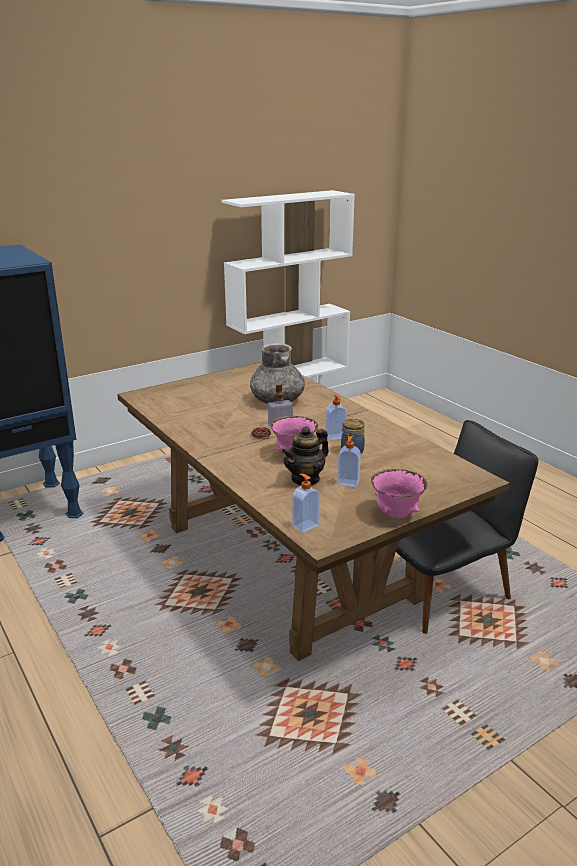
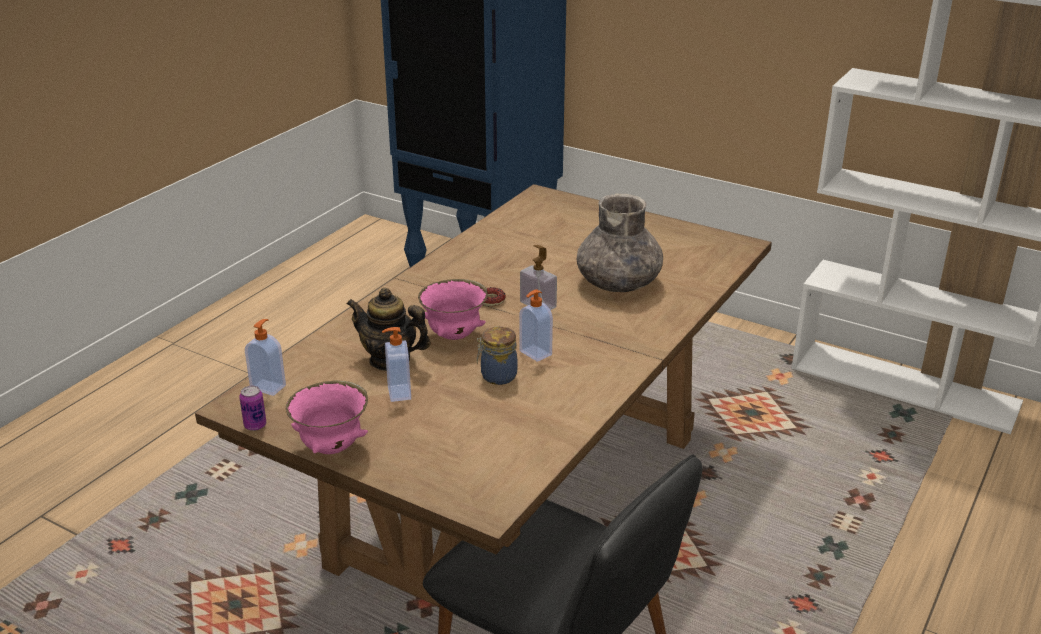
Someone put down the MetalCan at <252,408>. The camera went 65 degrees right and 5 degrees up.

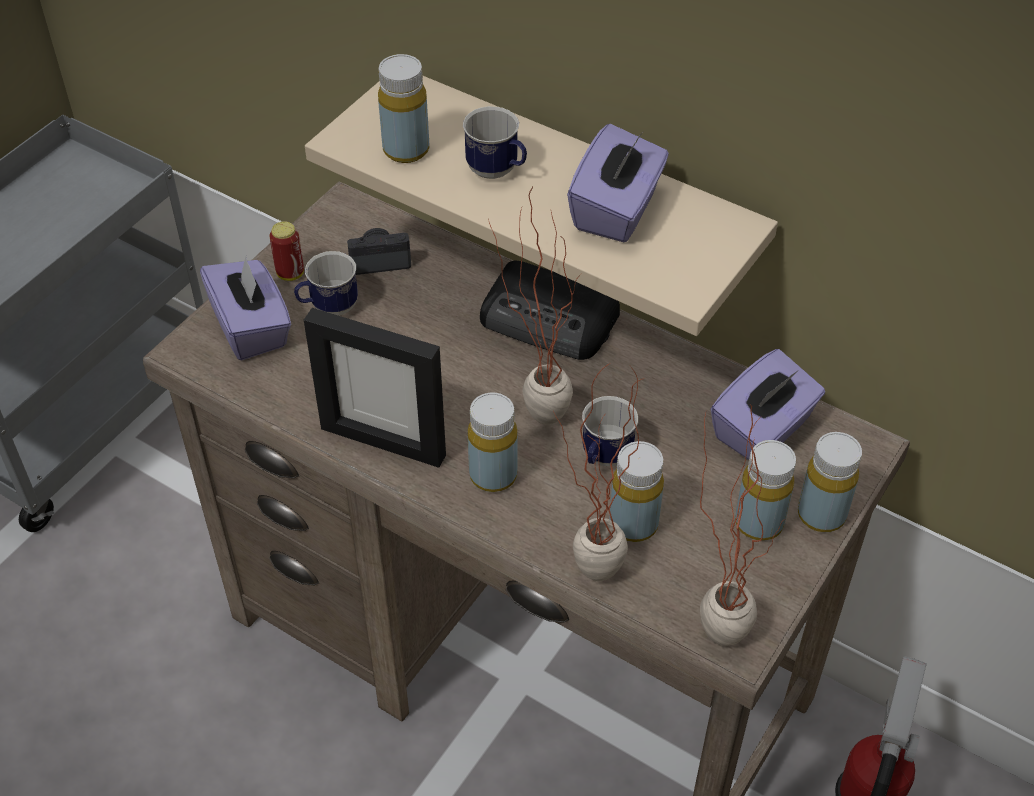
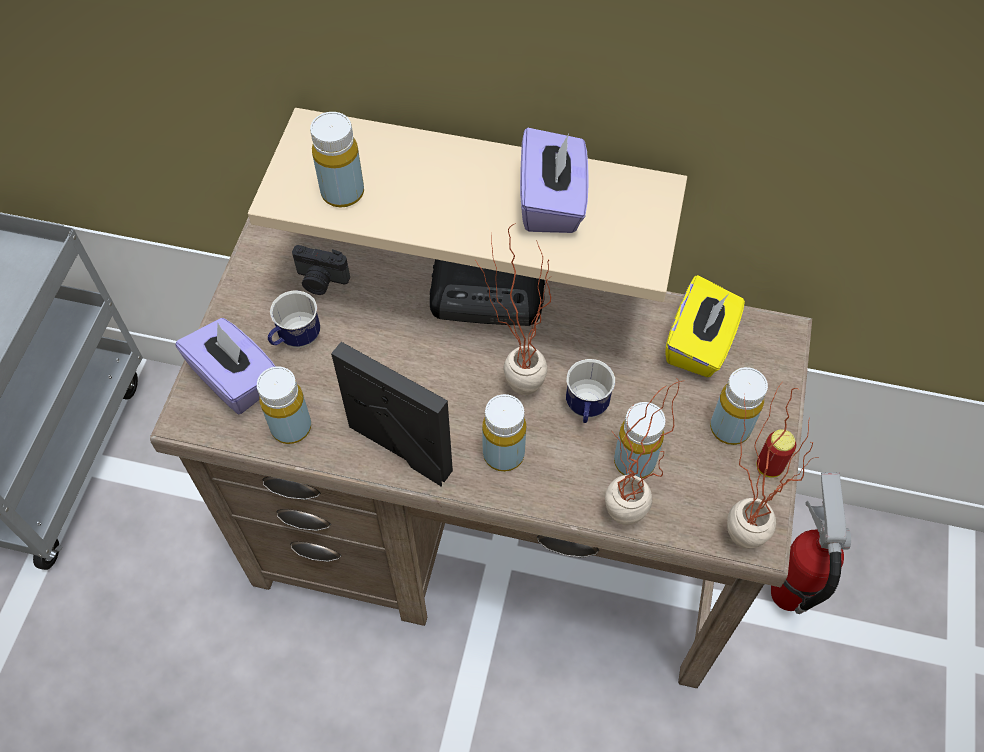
Someone carried the YellowColouredBottle from <830,482> to <284,405>. Someone rotated the StillCamera at <379,251> by 135 degrees counterclockwise. Someone rotated the PictureFrame at <375,388> by 150 degrees counterclockwise. Someone repainted the PurpleColouredTissueBox at <768,404>, which became the YellowColouredTissueBox at <705,326>. Someone carried the MetalCan from <286,251> to <776,453>. Someone took away the CoffeeMug at <495,142>. The camera went 20 degrees left and 10 degrees up.

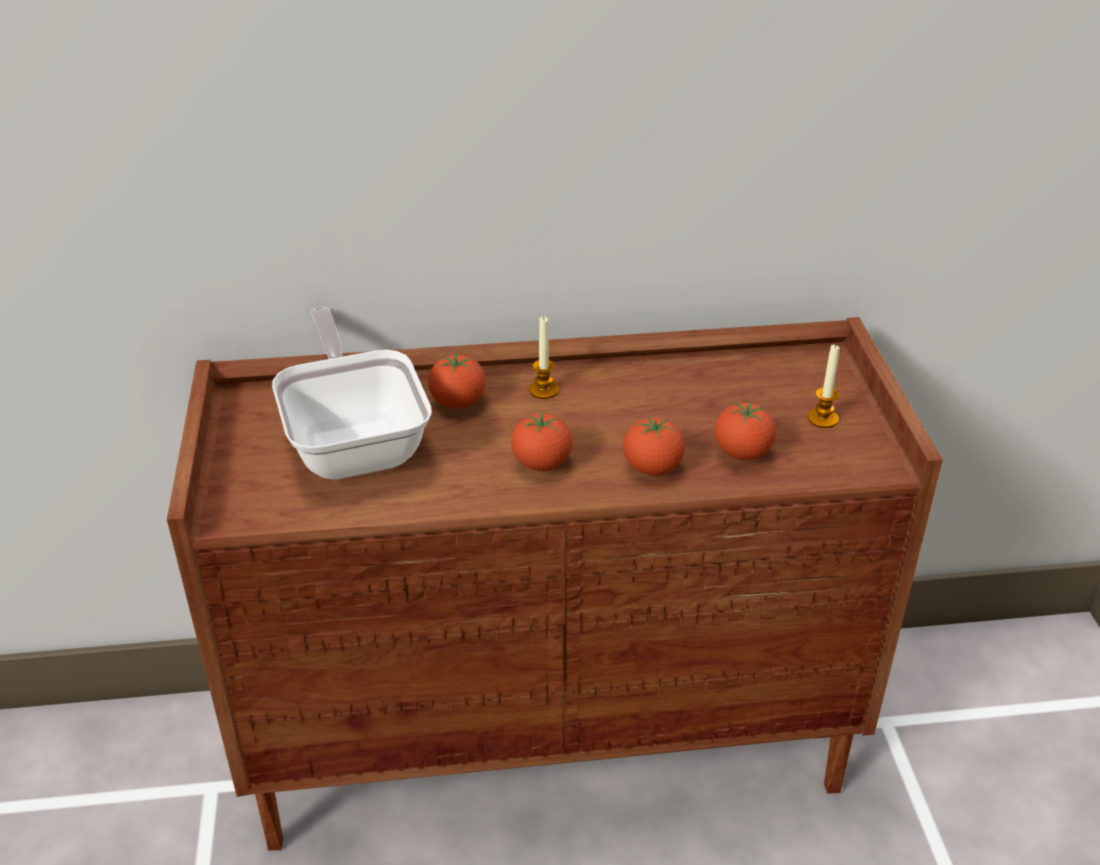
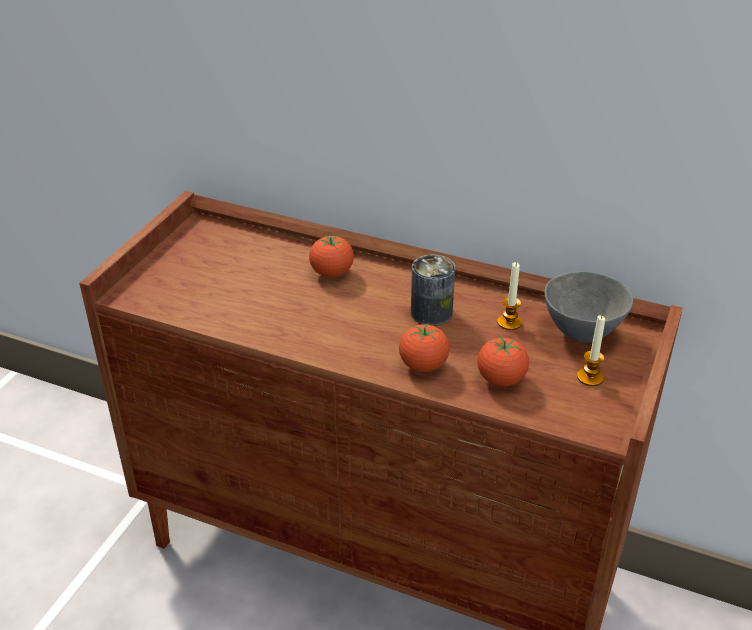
Someone put down the MetalCan at <433,290>. Someone carried the WaxLight from <544,357> to <509,296>. Someone put down the GrayBowl at <589,307>. Someone took away the Skillet at <352,393>. Someone took away the WholeTomato at <542,441>. The camera went 30 degrees right and 0 degrees up.

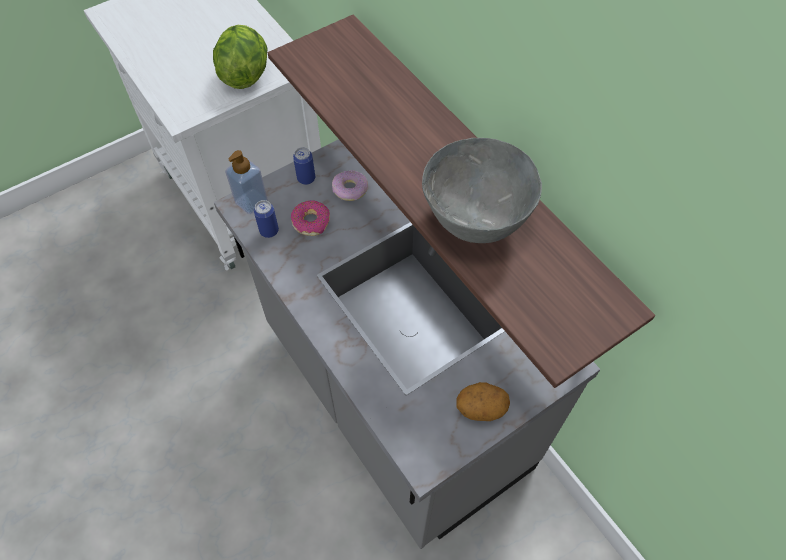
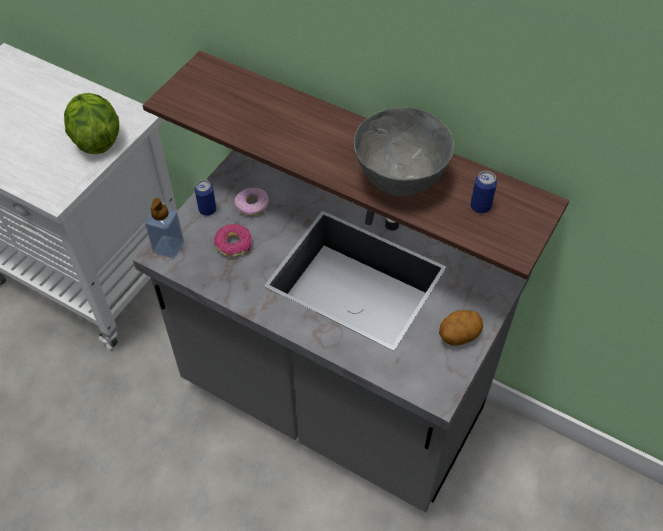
Someone carried the MetalCan from <266,219> to <483,192>. The camera went 25 degrees left and 5 degrees down.

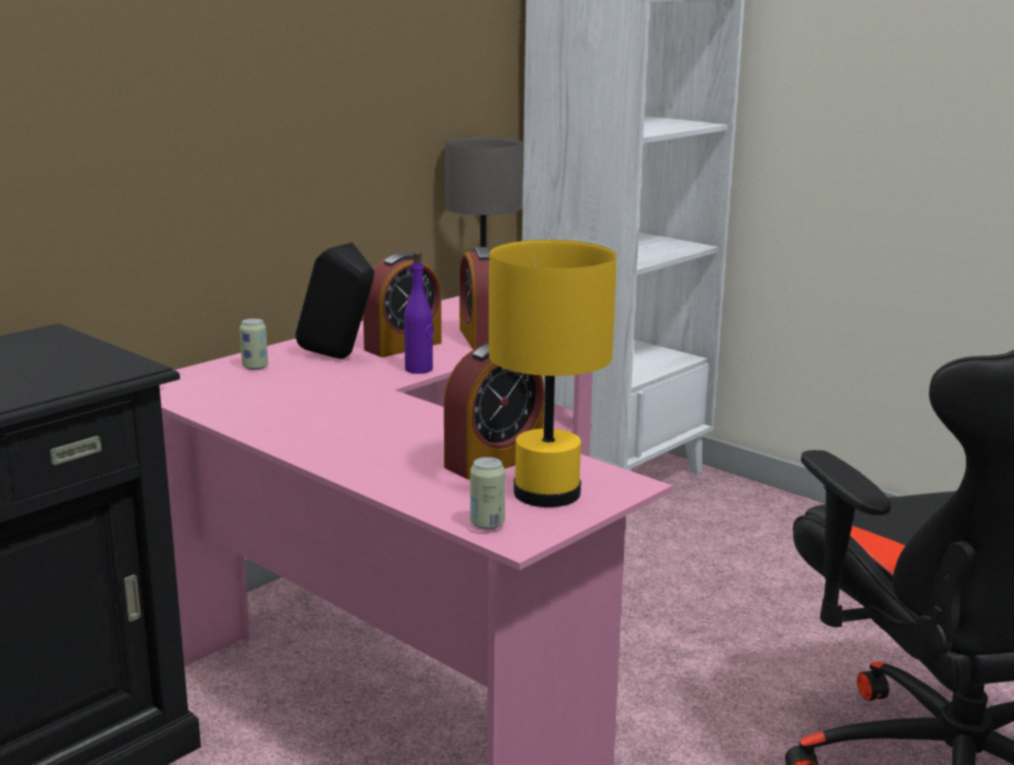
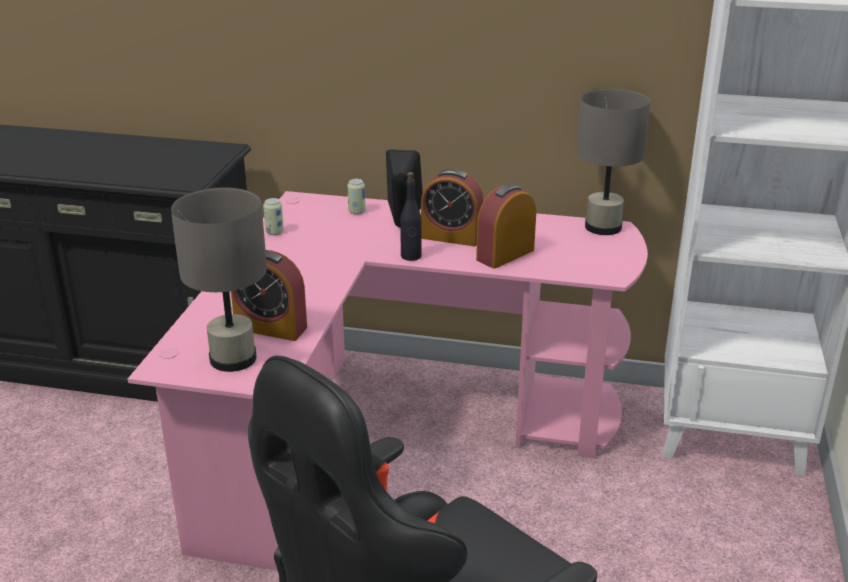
Someone repainted the YellowColouredTabletopLamp at <552,373>, which became the GrayTabletopLamp at <219,279>. Someone carried the MetalCan from <487,493> to <273,216>. Someone repainted the PurpleColouredBottle at <419,313>, which became the BlackColouredBottle at <411,216>. The camera went 60 degrees right and 10 degrees up.

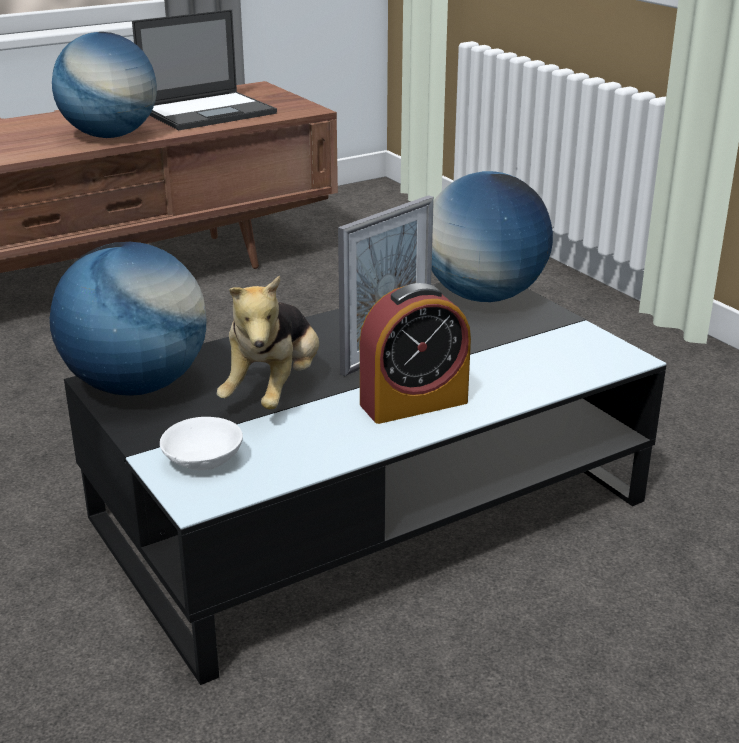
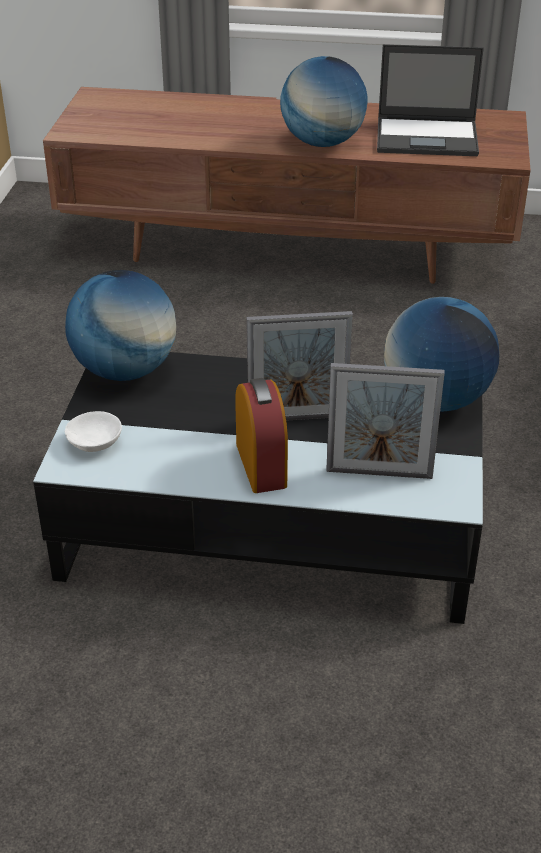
Someone rotated the TableClock at <415,353> by 120 degrees counterclockwise. Someone put down the PictureFrame at <385,421>. Someone took away the CuddlyToy at <268,342>. The camera went 40 degrees right and 10 degrees up.

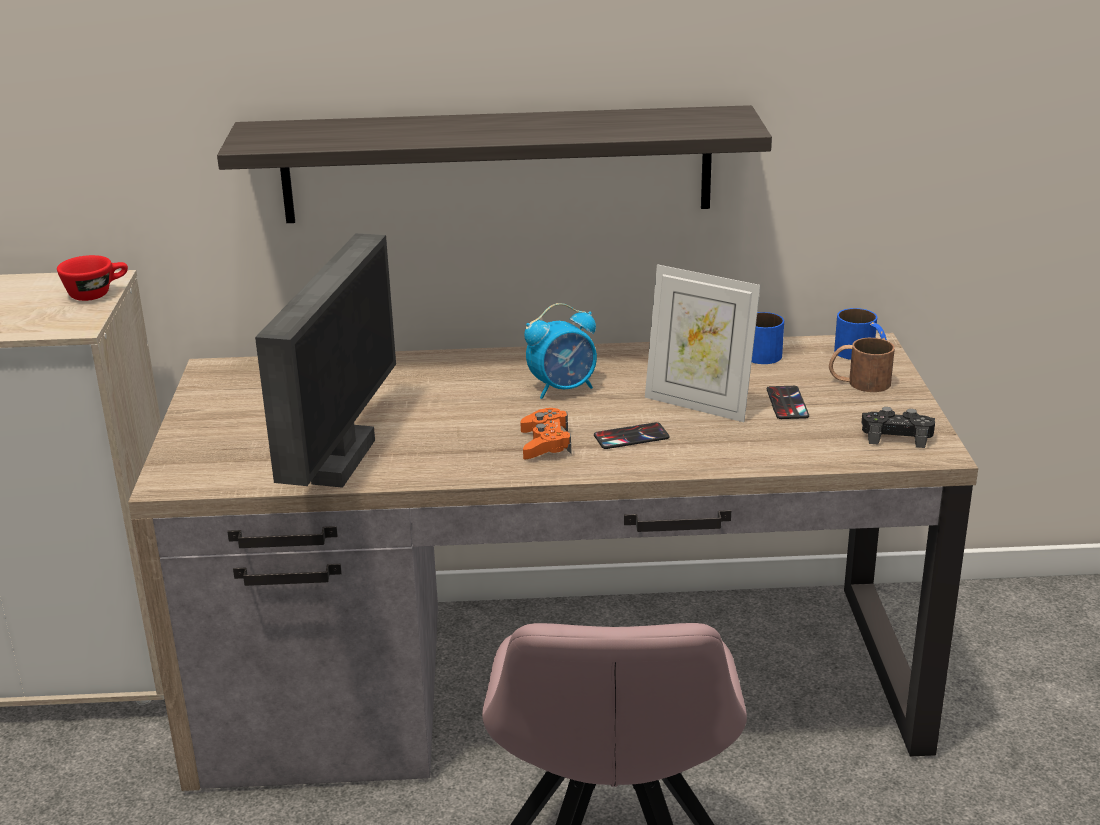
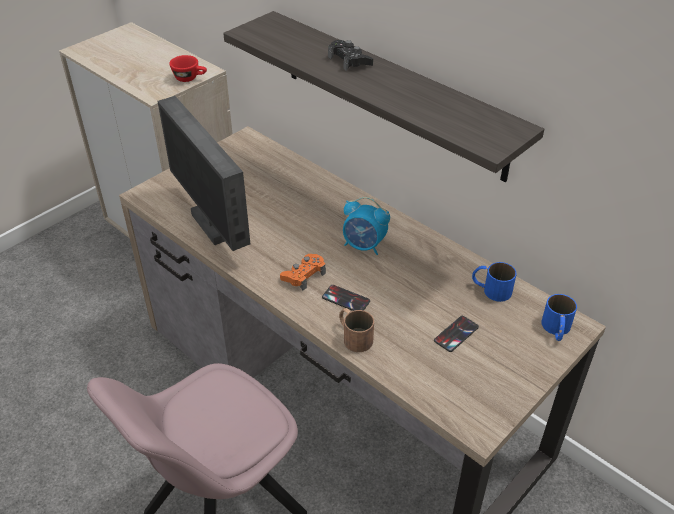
Someone rotated the Monitor at <325,360> by 90 degrees clockwise. Someone carried the BlackColouredGameController from <898,427> to <350,55>. Someone carried the BrownCoffeeMug from <862,365> to <356,330>. Someone took away the PictureFrame at <703,343>. The camera went 45 degrees right and 15 degrees up.

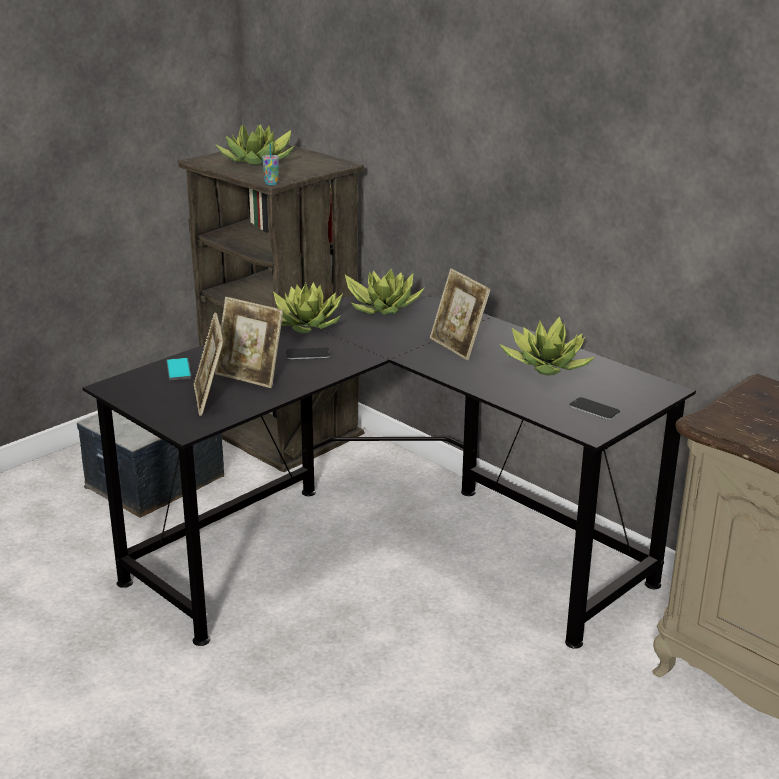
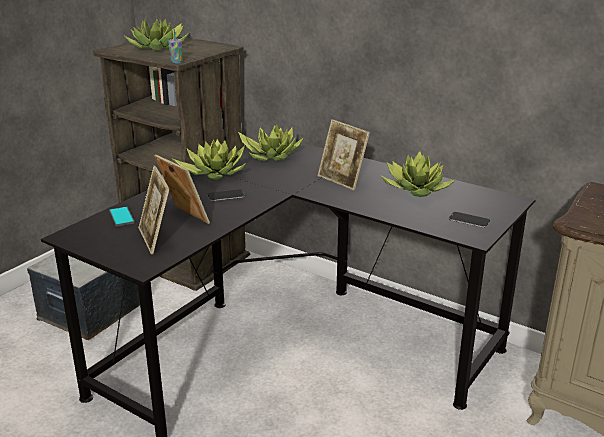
Someone rotated the PictureFrame at <249,342> by 150 degrees counterclockwise. The camera went 10 degrees left and 0 degrees up.

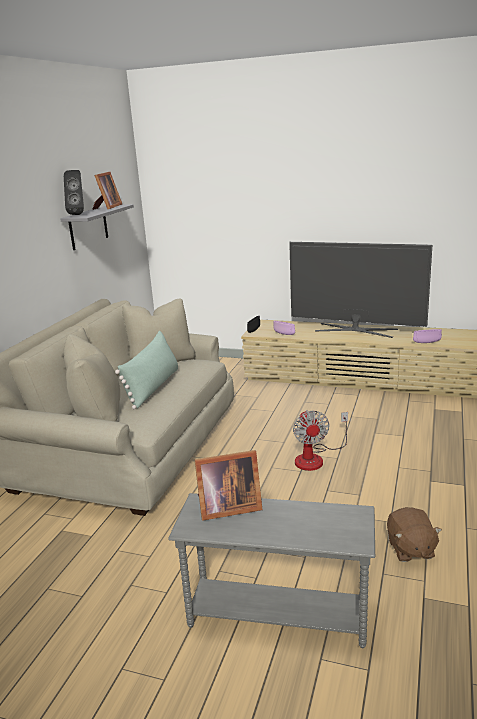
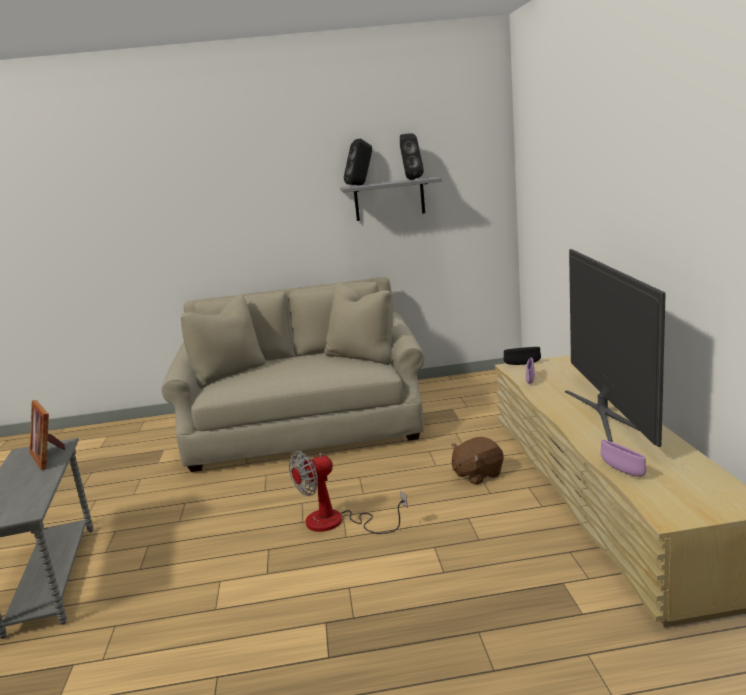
Someone swapped the PictureFrame at <107,191> for the BlackColouredAudioSpeaker at <412,156>. Someone carried the BrownCuddlyToy from <414,534> to <477,461>. Someone took away the GreenThrowPillow at <146,370>. The camera went 65 degrees right and 5 degrees down.

